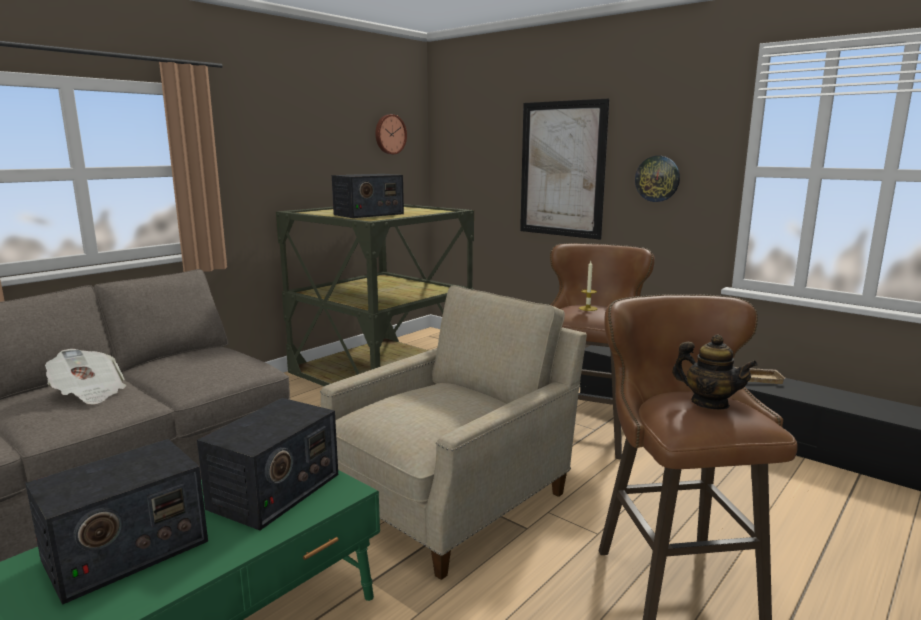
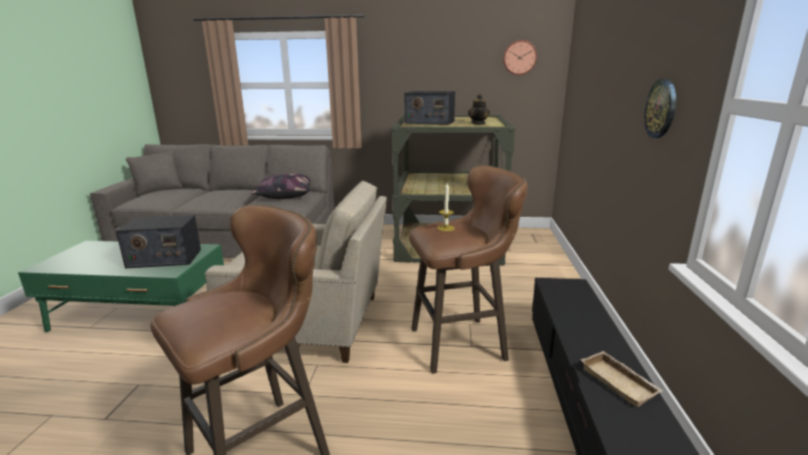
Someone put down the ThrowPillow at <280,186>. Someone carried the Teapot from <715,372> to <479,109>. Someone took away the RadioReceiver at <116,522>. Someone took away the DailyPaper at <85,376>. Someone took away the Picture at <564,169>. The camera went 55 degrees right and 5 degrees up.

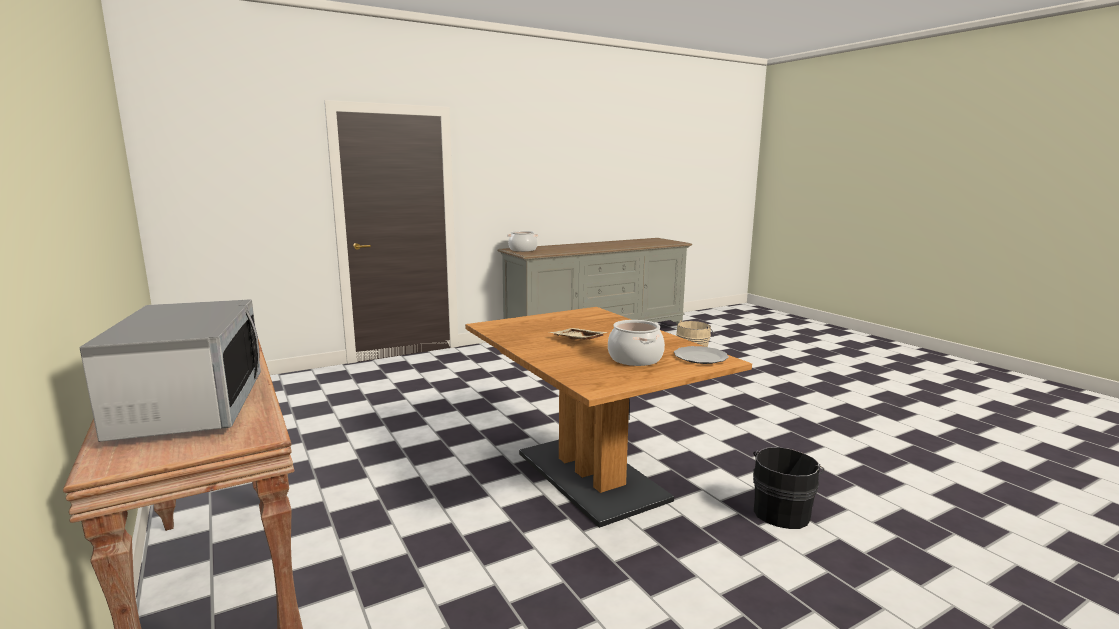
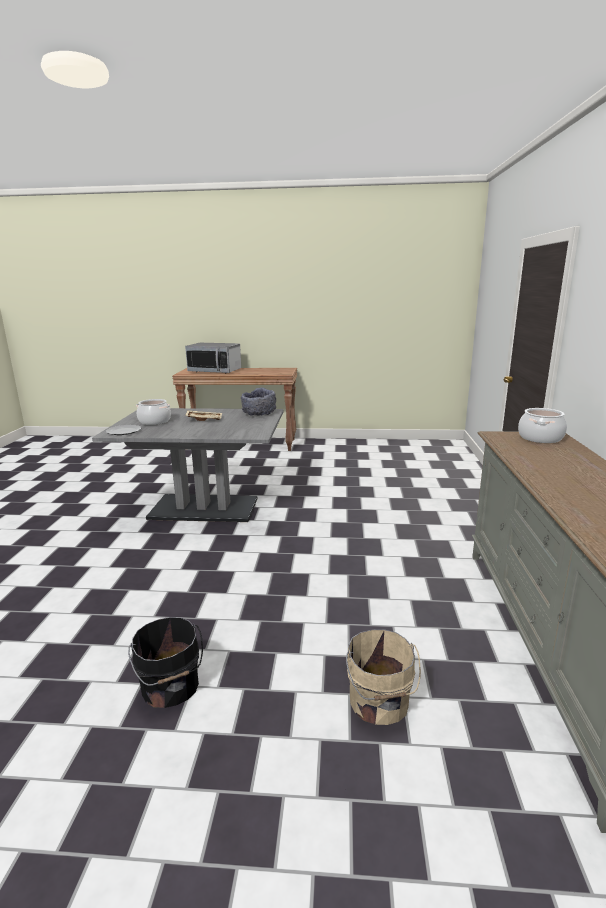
Someone repainted the BrownKitchenTable at <608,417>, which became the GrayKitchenTable at <188,465>. Someone carried the BlackColouredPail from <788,488> to <165,662>. Someone put down the GrayBowl at <258,402>. The camera went 125 degrees right and 5 degrees up.

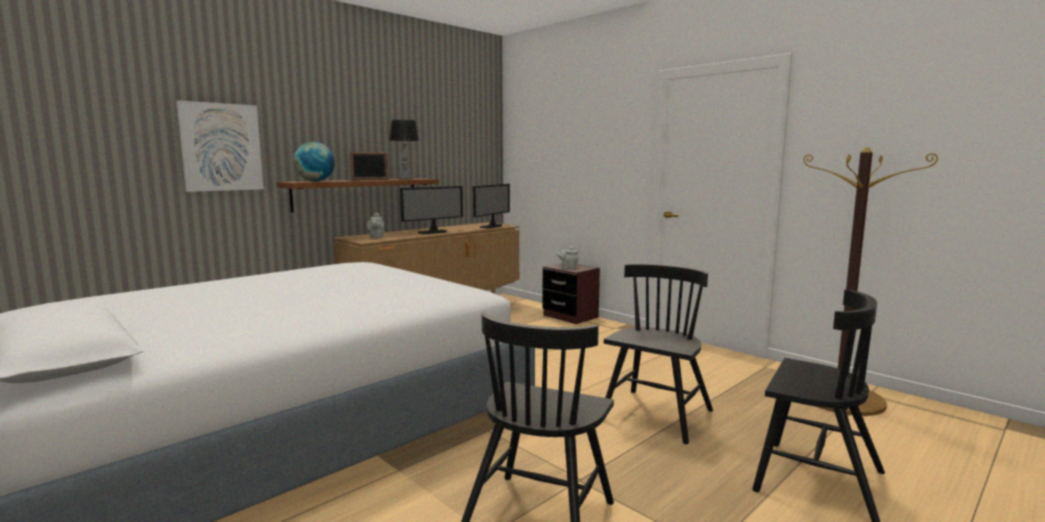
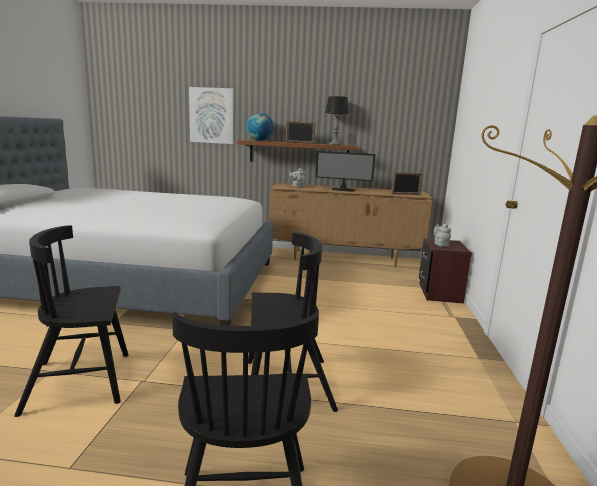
Someone swapped the Monitor at <491,206> for the PictureFrame at <407,183>. The camera went 50 degrees right and 5 degrees up.

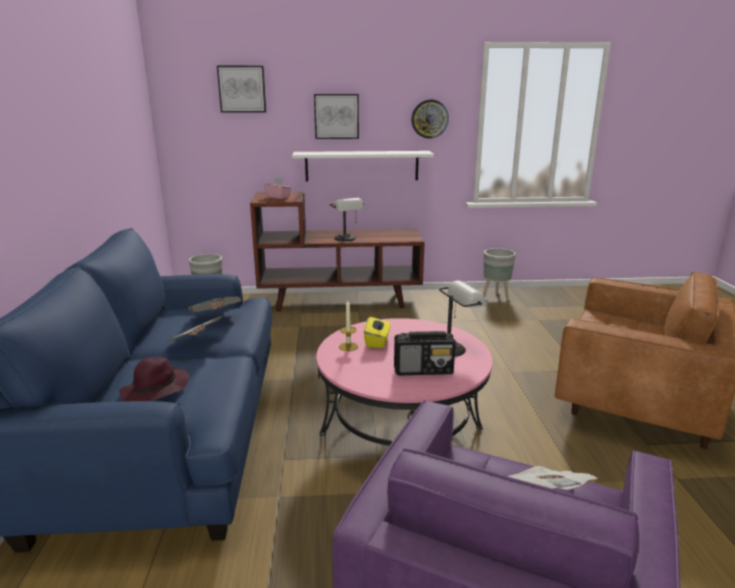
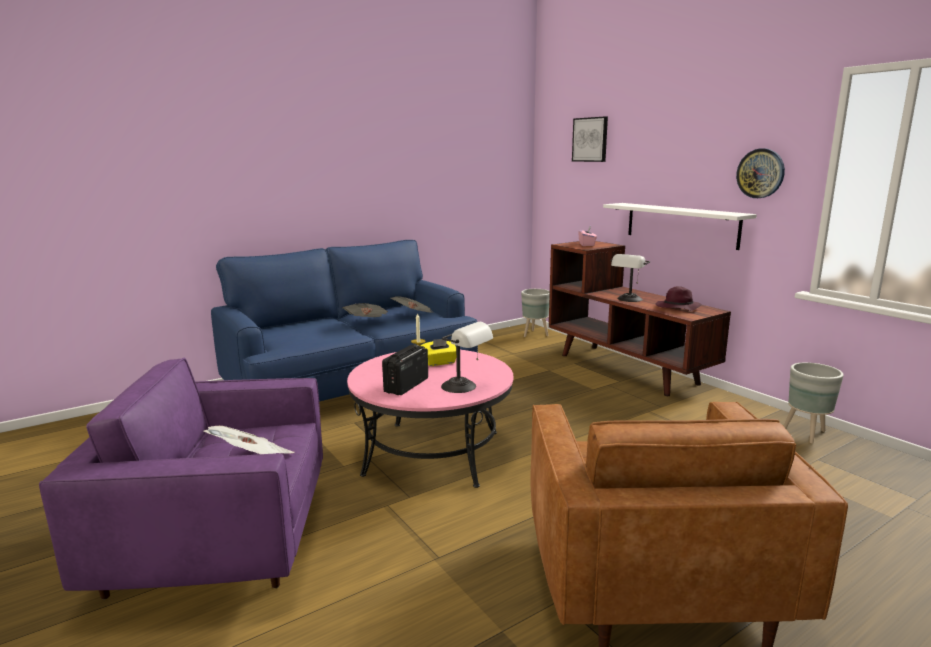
Someone rotated the RadioReceiver at <424,353> by 60 degrees clockwise. Someone carried the PurpleColouredClothingHat from <154,379> to <679,298>. Someone took away the Picture at <336,116>. The camera went 60 degrees right and 5 degrees down.

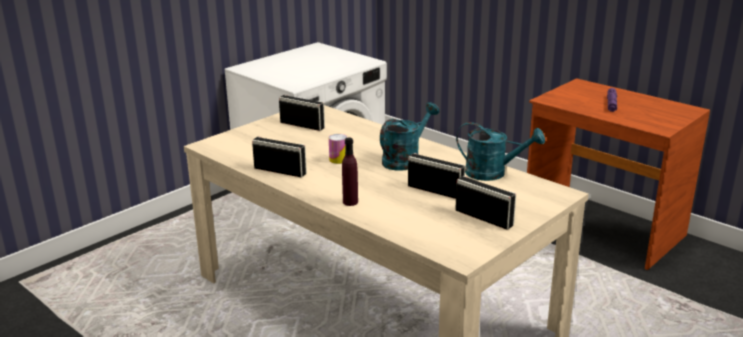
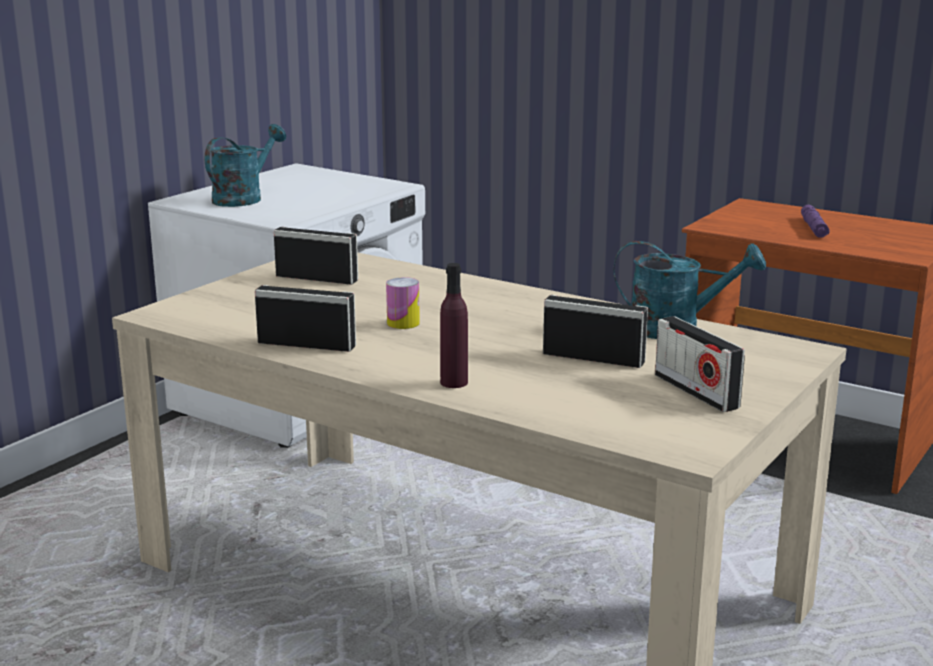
Someone carried the BlueGreenSprinklingCan from <409,136> to <245,165>. Someone rotated the RadioReceiver at <485,203> by 150 degrees counterclockwise. The camera went 10 degrees left and 5 degrees down.

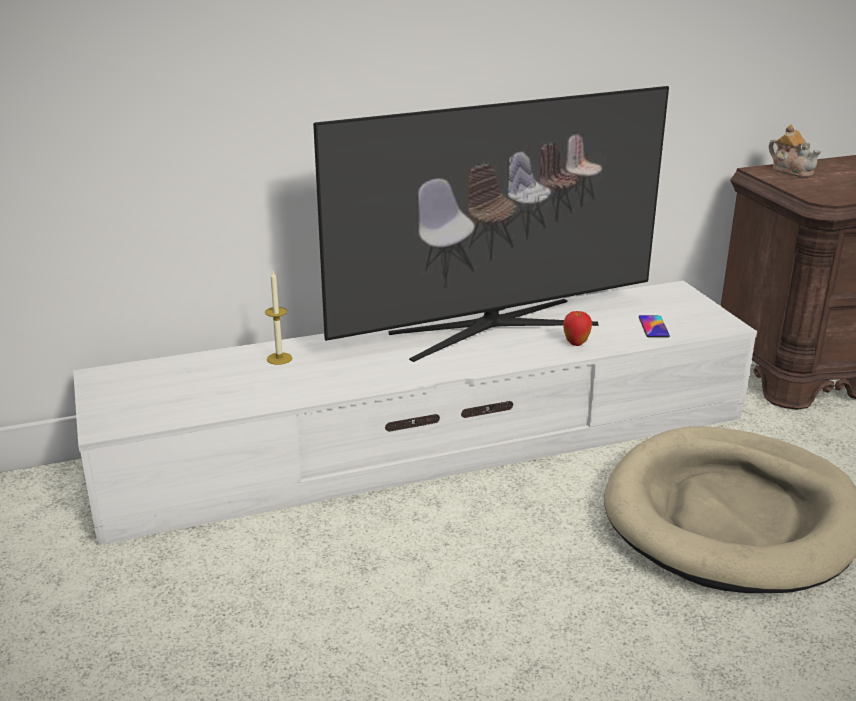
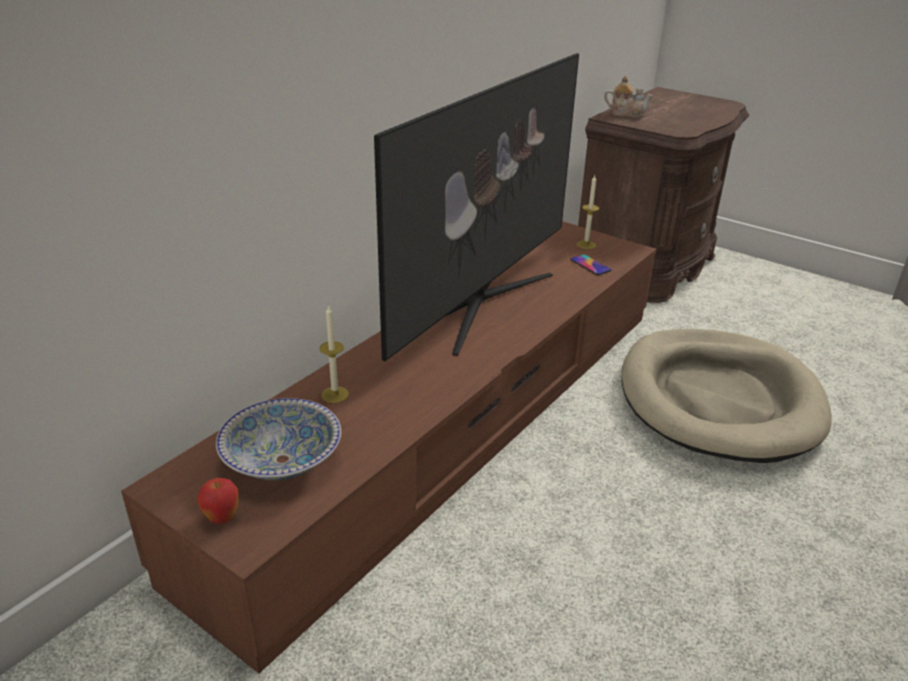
Someone repainted the WhiteTvStand at <415,413>, which became the BrownTvStand at <389,447>. Someone carried the AppleFruit from <577,328> to <217,501>. Someone put down the Bowl at <278,439>. Someone put down the WaxLight at <588,212>. The camera went 35 degrees left and 5 degrees up.

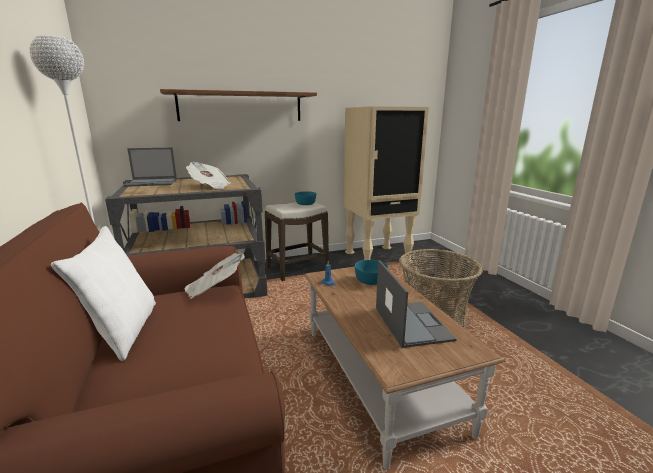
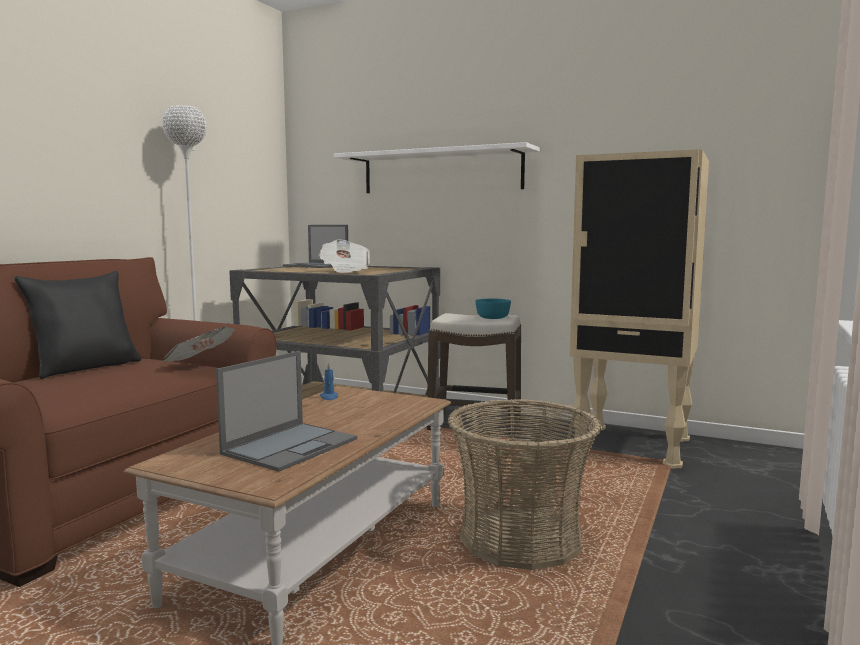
Someone repainted the WhiteThrowPillow at <103,293>, which became the BlackColouredThrowPillow at <77,325>. Someone repainted the BrownWallShelf at <238,105>, which became the WhiteWallShelf at <436,167>. Someone took away the BlueGreenBowl at <371,272>. The camera went 45 degrees right and 10 degrees down.

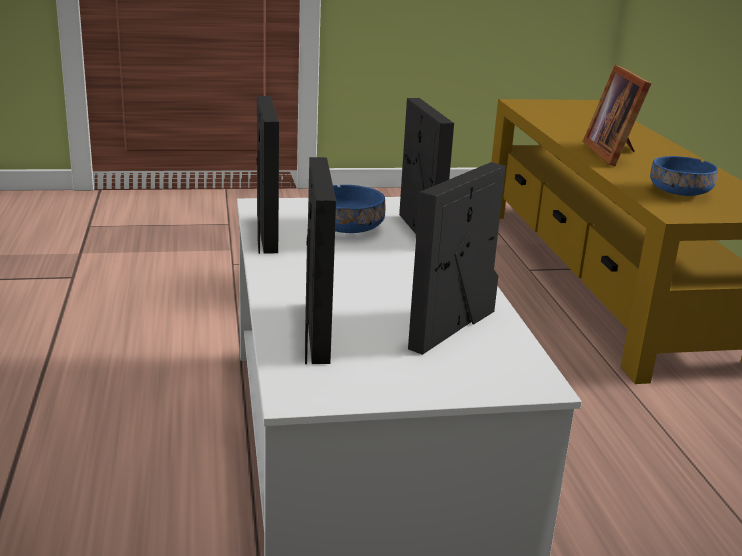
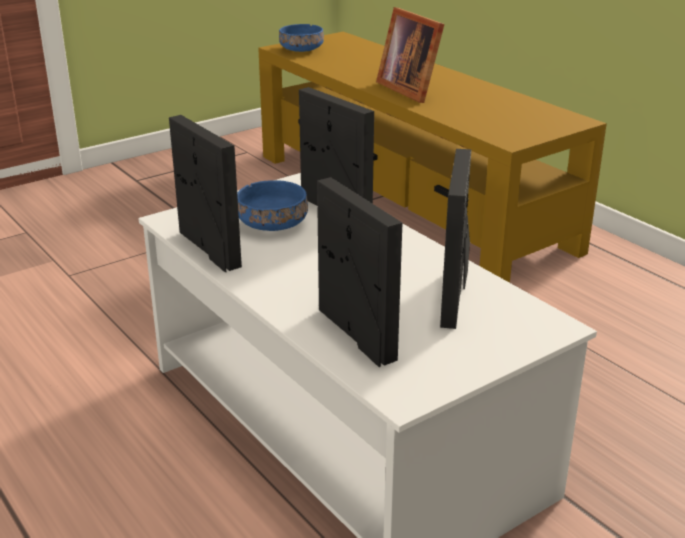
Someone carried the BluishBowl from <684,176> to <301,38>. The camera went 25 degrees left and 5 degrees up.

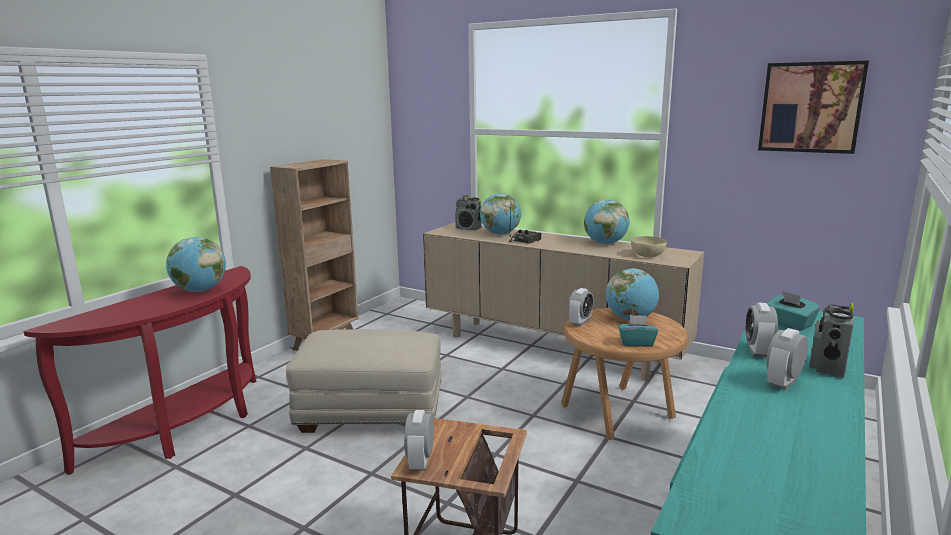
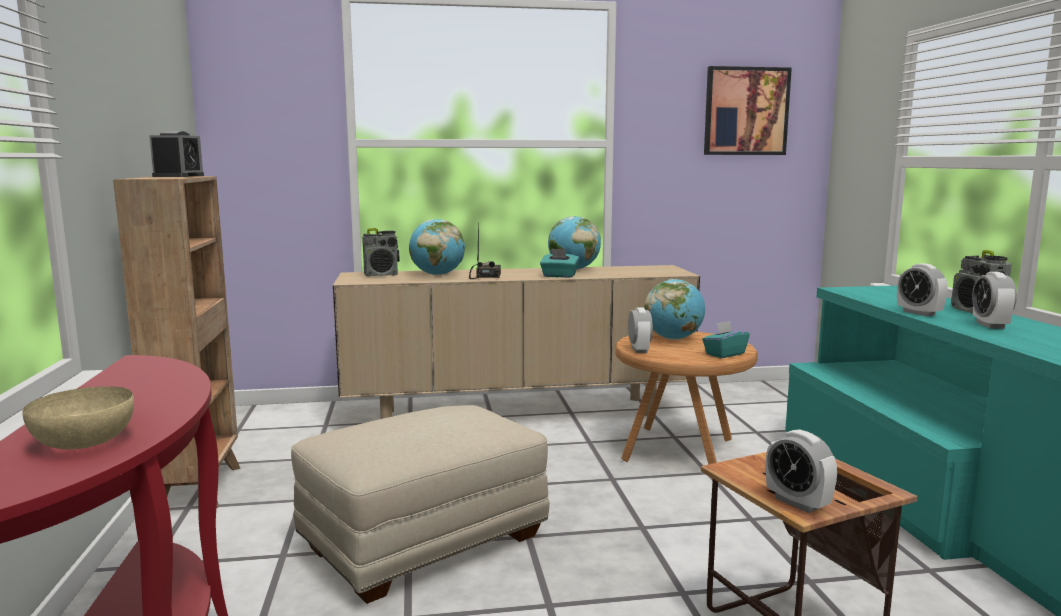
Someone carried the SandColouredBowl from <649,246> to <78,418>. Someone put down the TableClock at <176,154>. Someone carried the BlueGreenTissueBox from <793,311> to <559,263>. Someone took away the WorldGlobe at <196,264>. The camera went 40 degrees left and 5 degrees down.

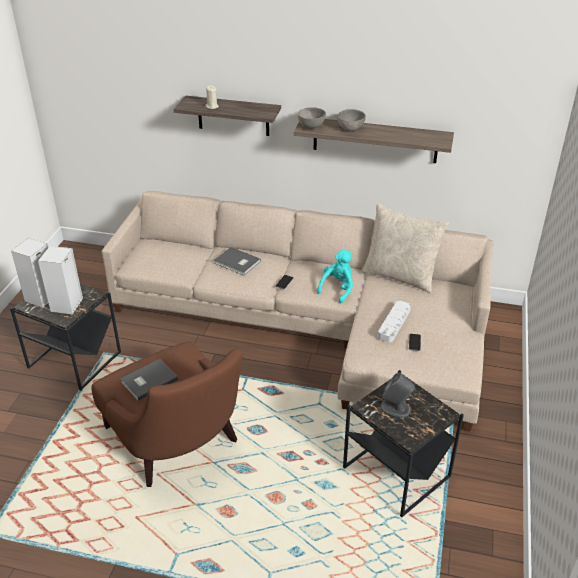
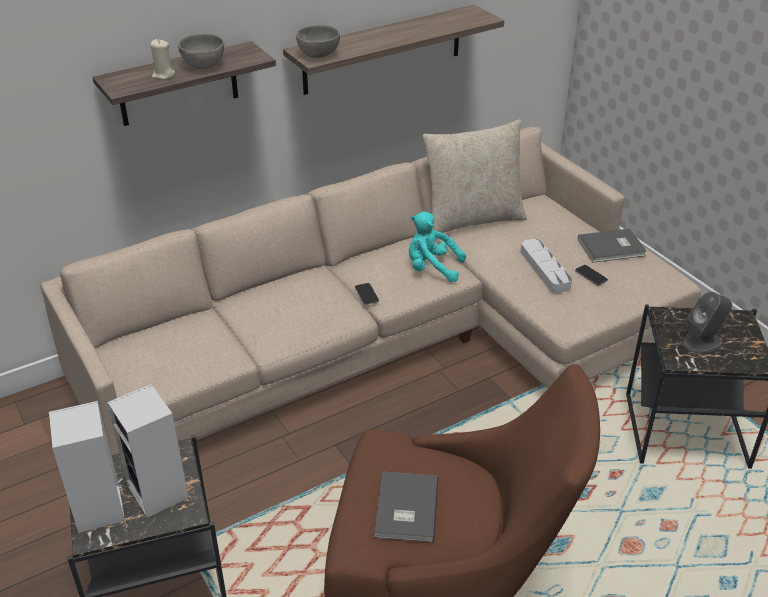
Someone carried the GrayBowl from <351,120> to <201,51>. Someone rotated the BlueGreenCuddlyToy at <335,276> by 60 degrees counterclockwise. Someone carried the GrayVolume from <237,261> to <612,245>. The camera went 45 degrees left and 0 degrees up.

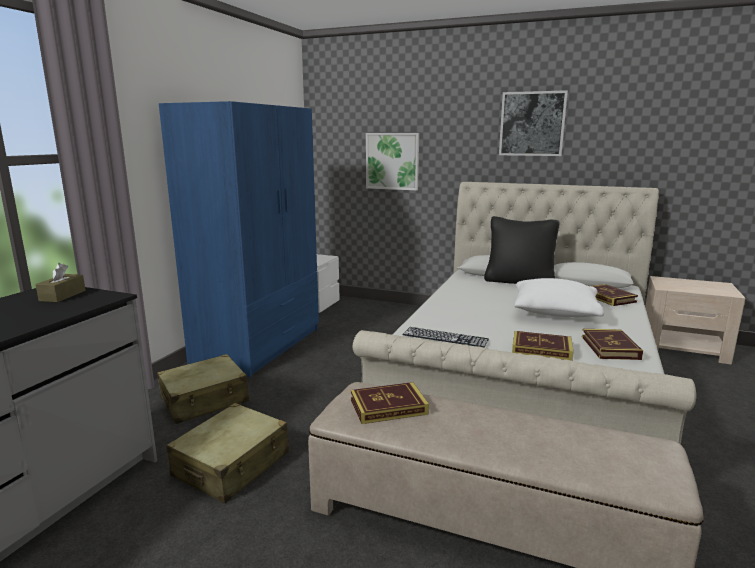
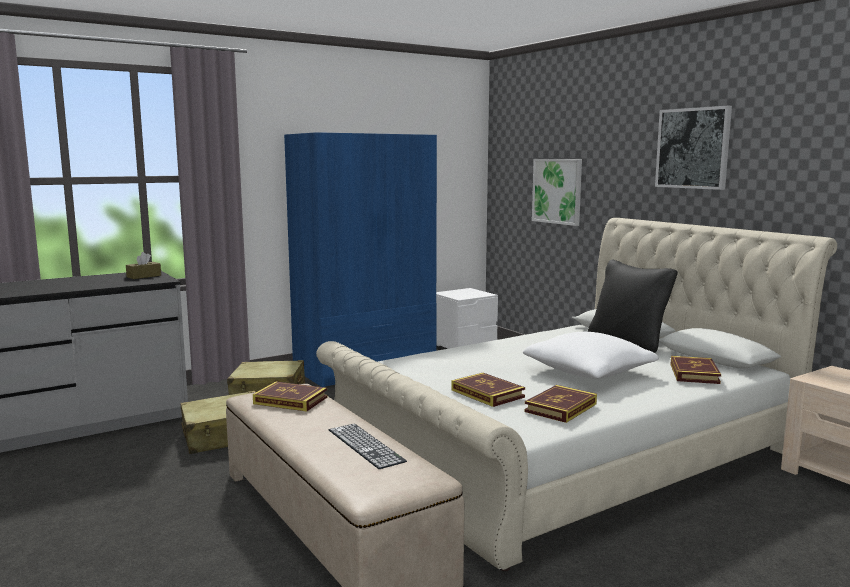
Someone carried the Keyboard from <445,337> to <368,446>. The camera went 35 degrees right and 5 degrees down.

